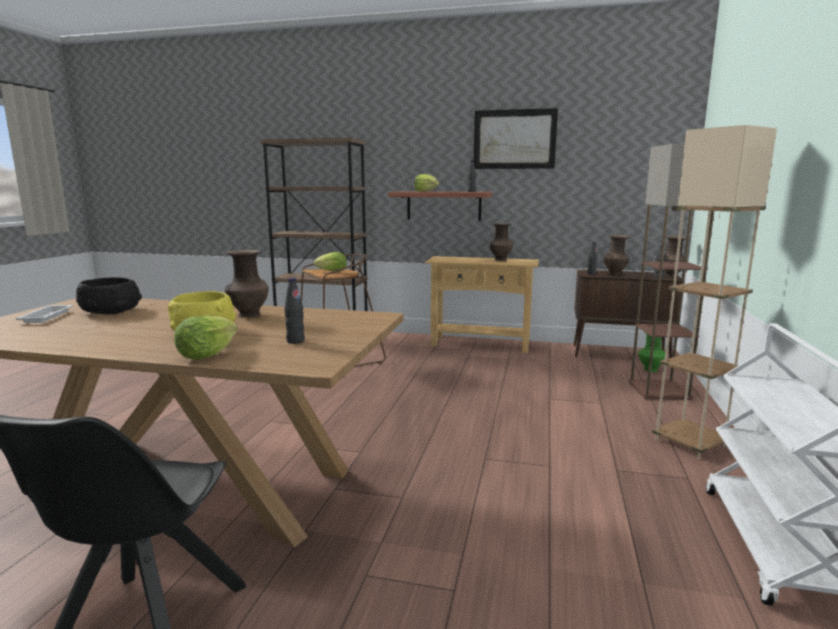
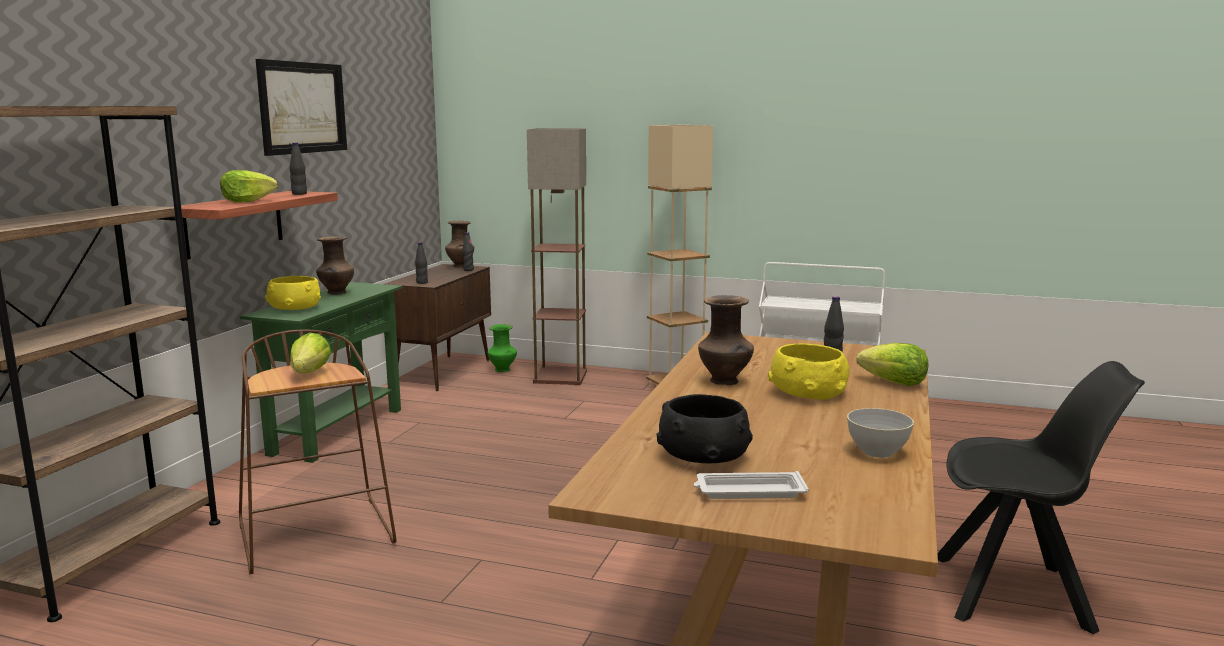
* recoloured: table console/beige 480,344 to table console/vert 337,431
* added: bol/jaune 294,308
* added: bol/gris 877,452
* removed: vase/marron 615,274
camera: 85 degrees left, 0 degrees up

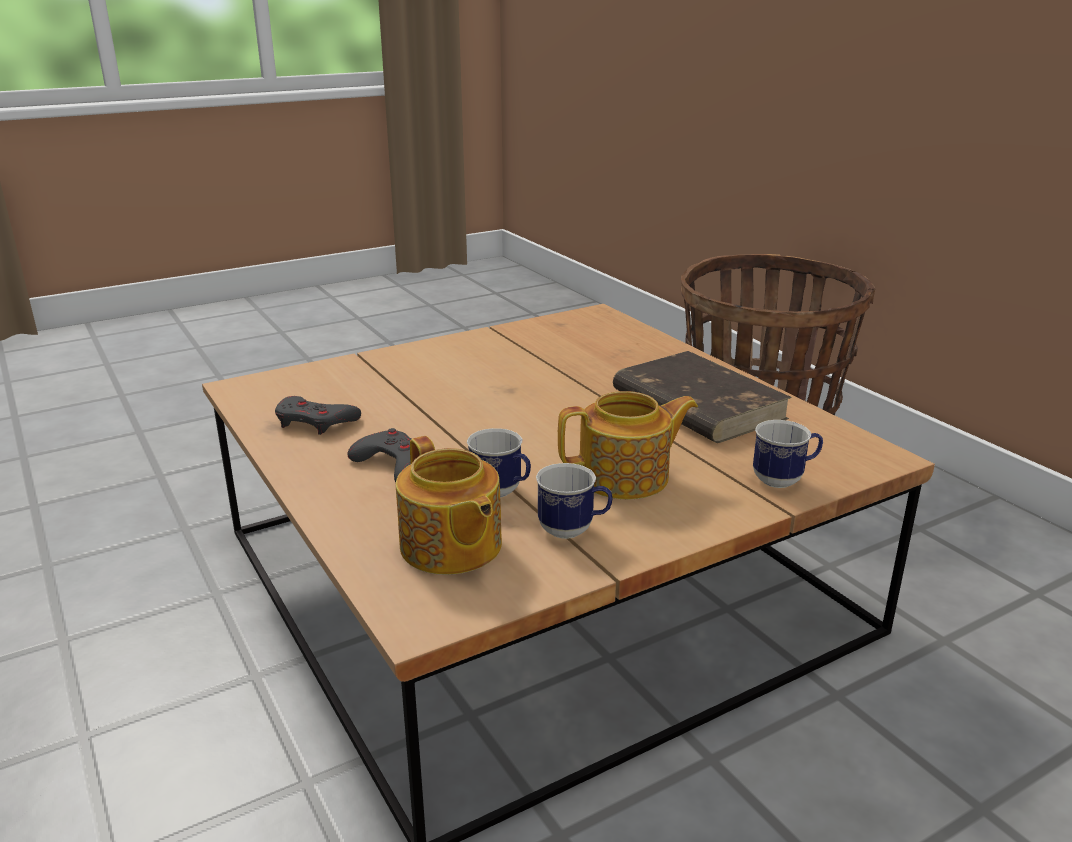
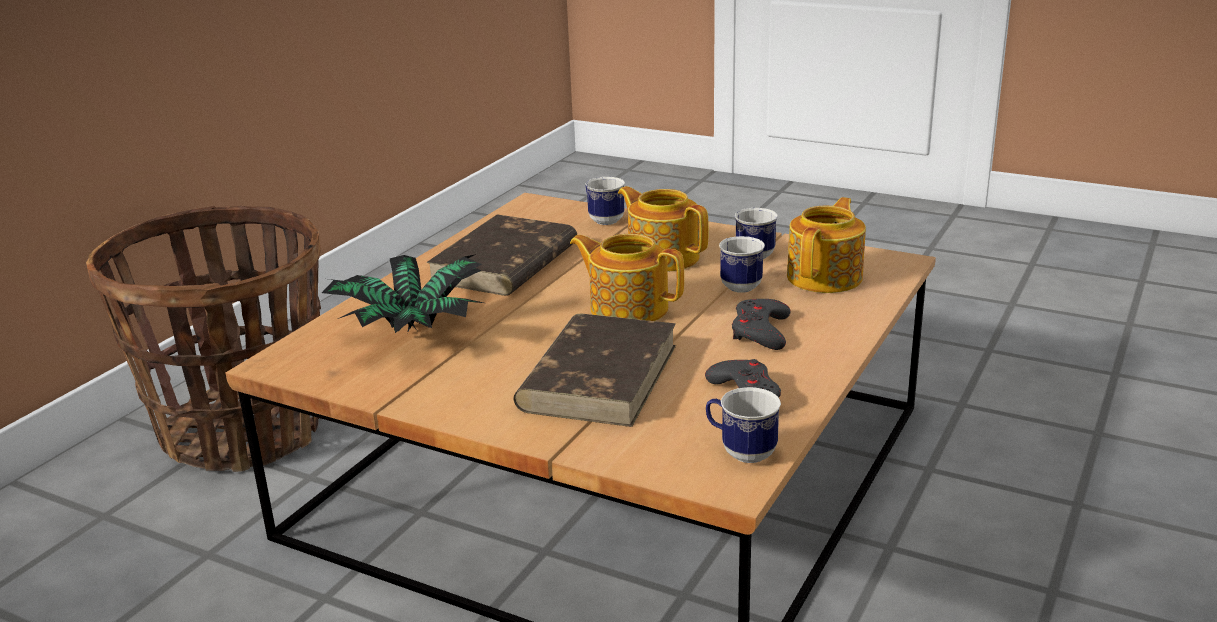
* added: plante en pot 411,333
* added: livre/marron 599,376
* added: théière 628,308
* added: mug 741,452
camera: 120 degrees left, 0 degrees up

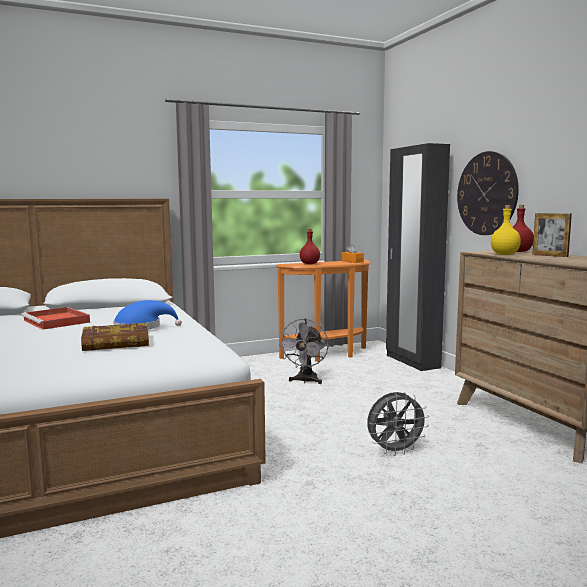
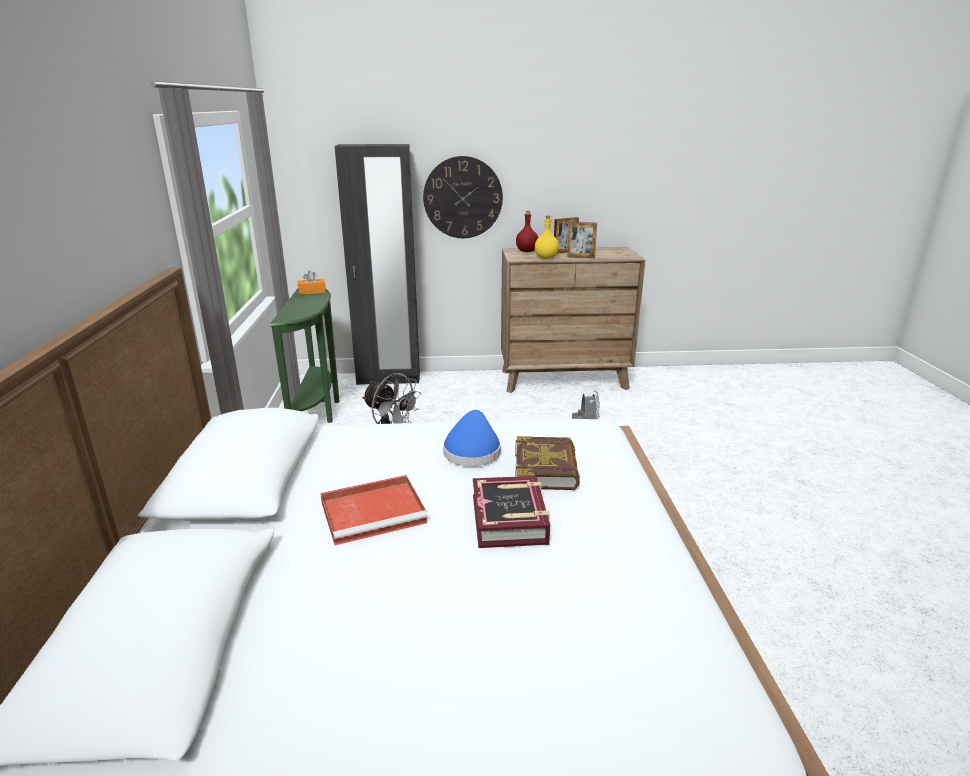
* recoloured: table console/orange 329,355 to table console/vert 318,411
* added: livre 510,519
* added: cadre photo 581,257
* removed: bouteille/rouge 309,264
camera: 70 degrees left, 15 degrees up

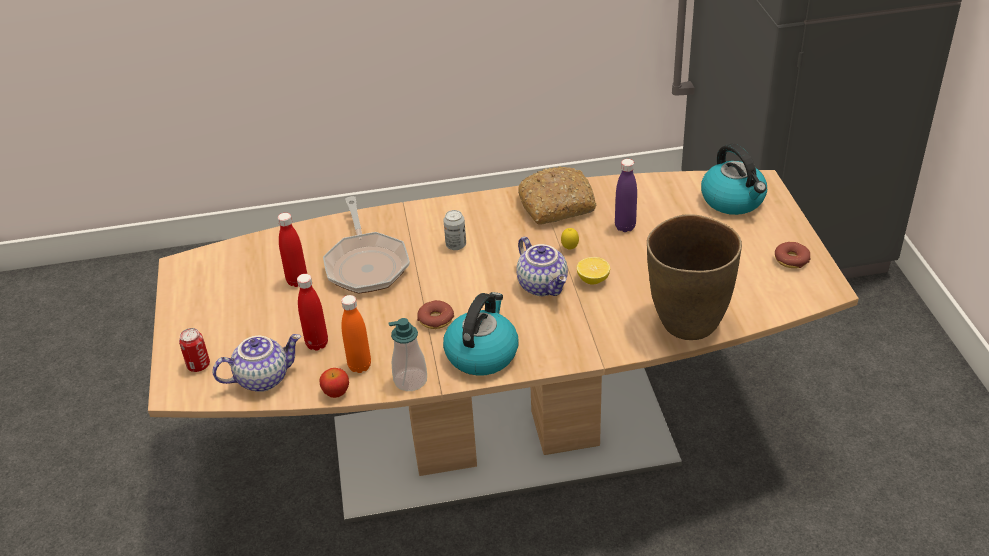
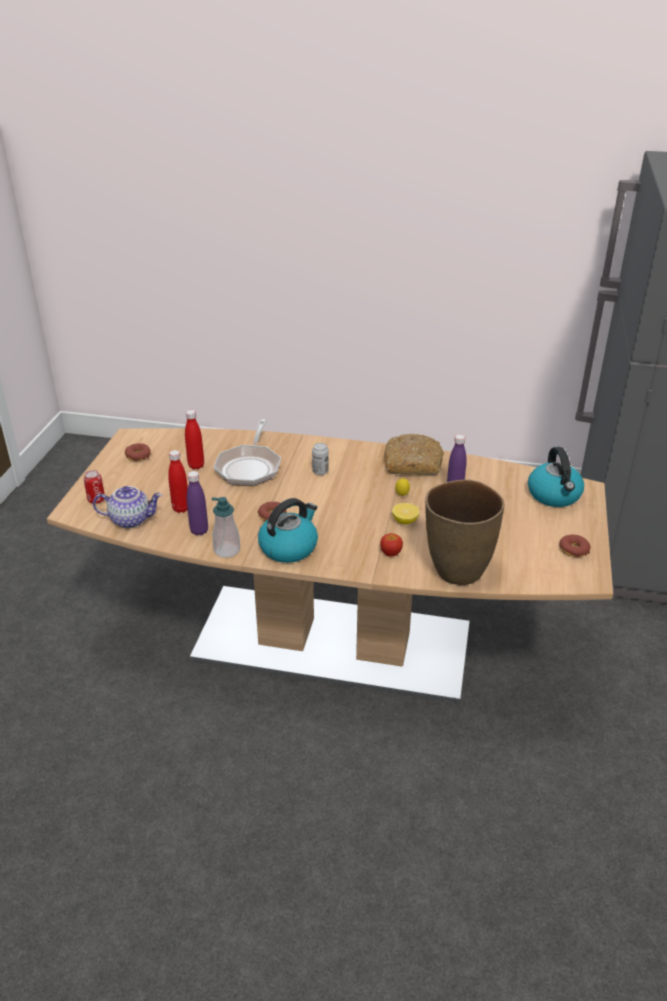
* added: beignet 138,456
* recoloured: bouteille/orange 360,366 to bouteille/violet 199,531
* moved: pomme 336,392 to 391,553
* removed: théière 543,285
camera: 20 degrees right, 5 degrees down

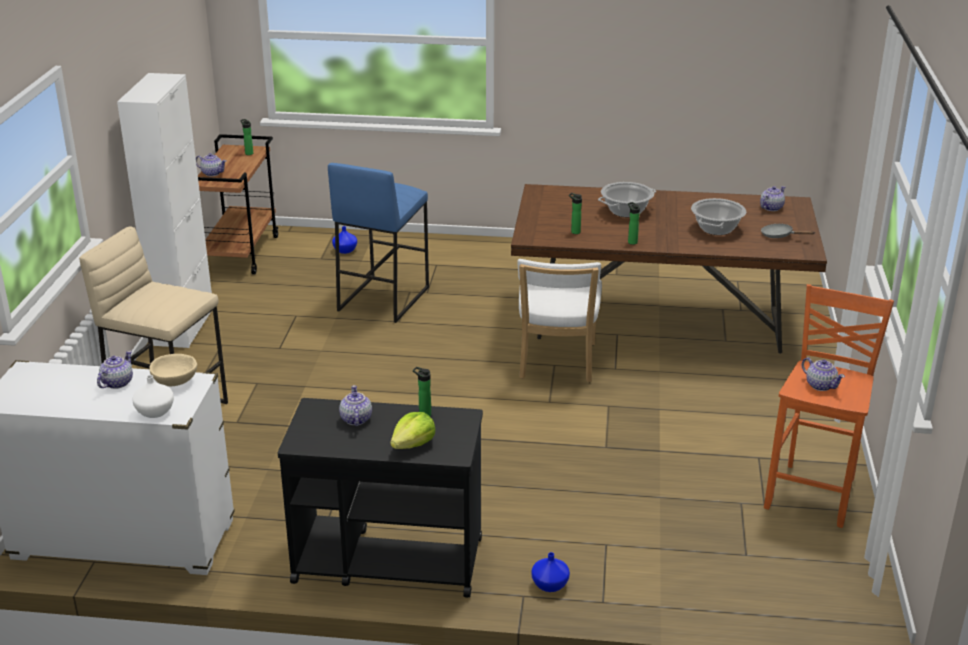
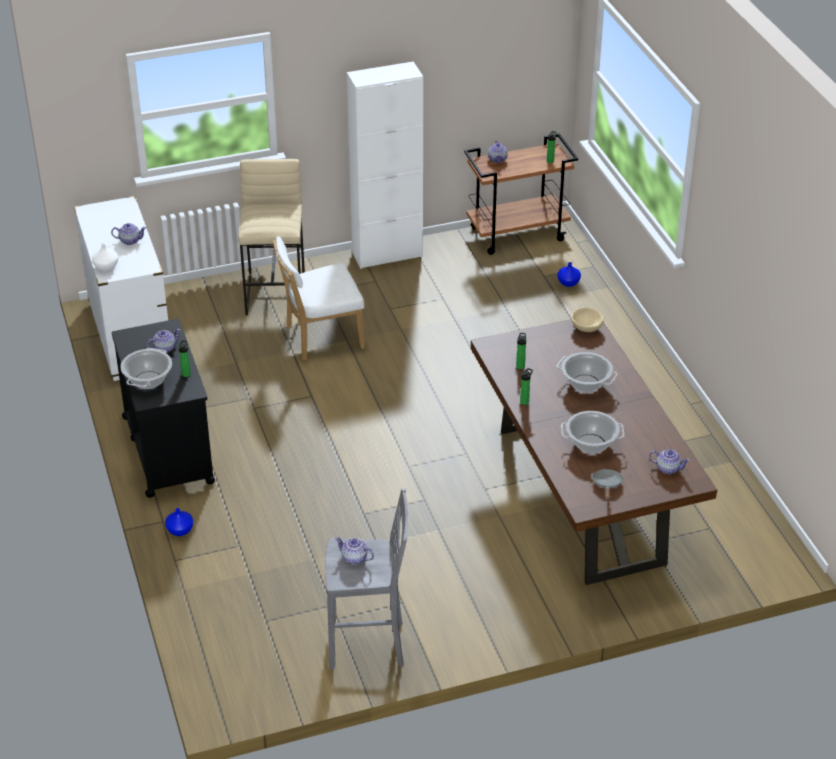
* replaced: laitue 413,444 to marmite 148,380
* moved: chaise/blanc 556,364 to 320,338
* recoloured: tabouret/orange 813,493 to tabouret/gris 368,644
* turned: théière 820,385 = 354,558 90 degrees clockwise
* moved: bol/beige 175,382 to 586,328
* removed: tabouret/bleu 382,298
camera: 65 degrees right, 10 degrees up

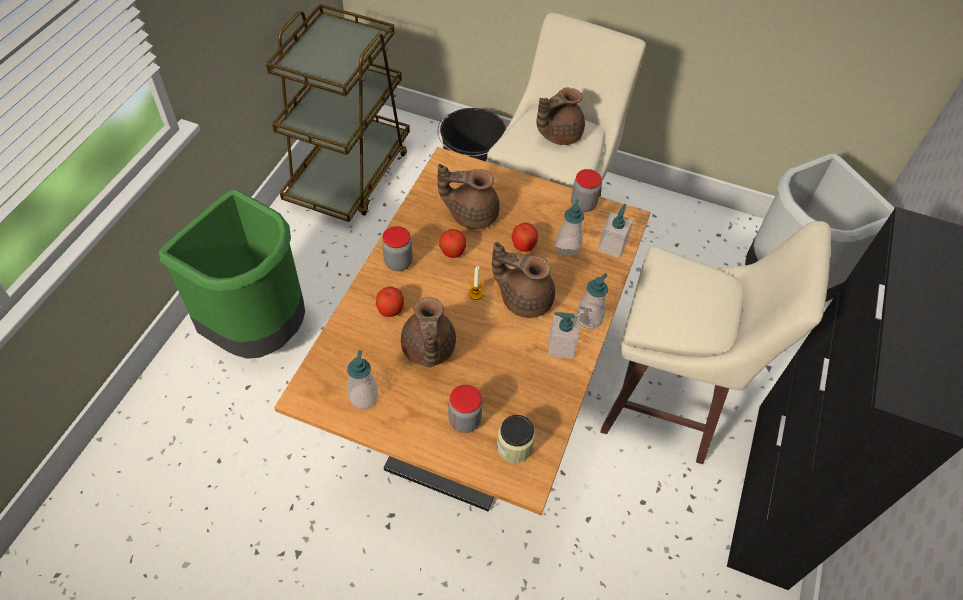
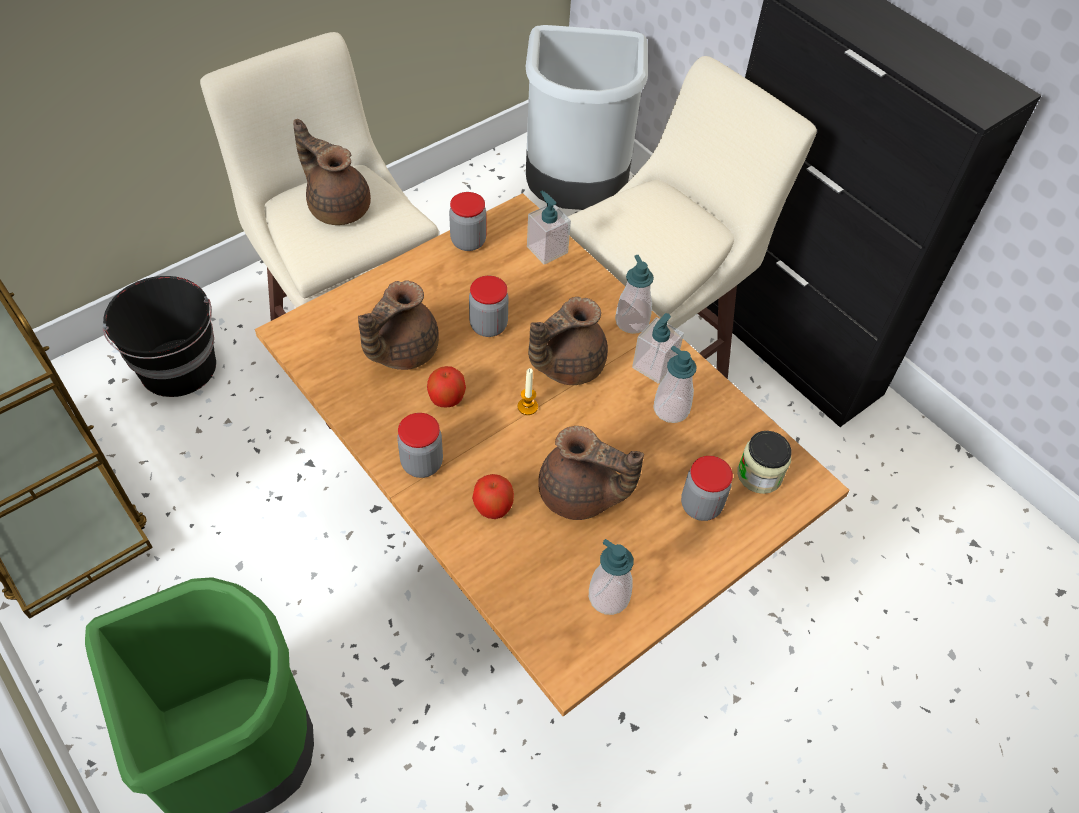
* turned: théière/marron 558,134 = 338,206 135 degrees clockwise
* replaced: pomme 523,246 to bocal 488,326
* moved: distributeur de savon 567,247 to 671,409
camera: 60 degrees left, 0 degrees up

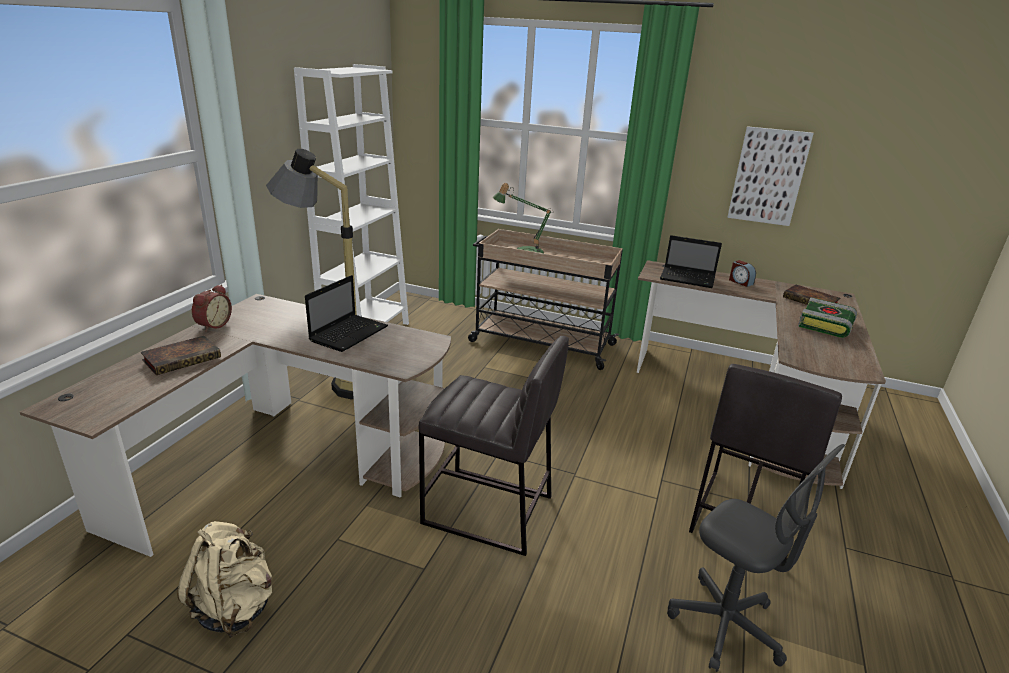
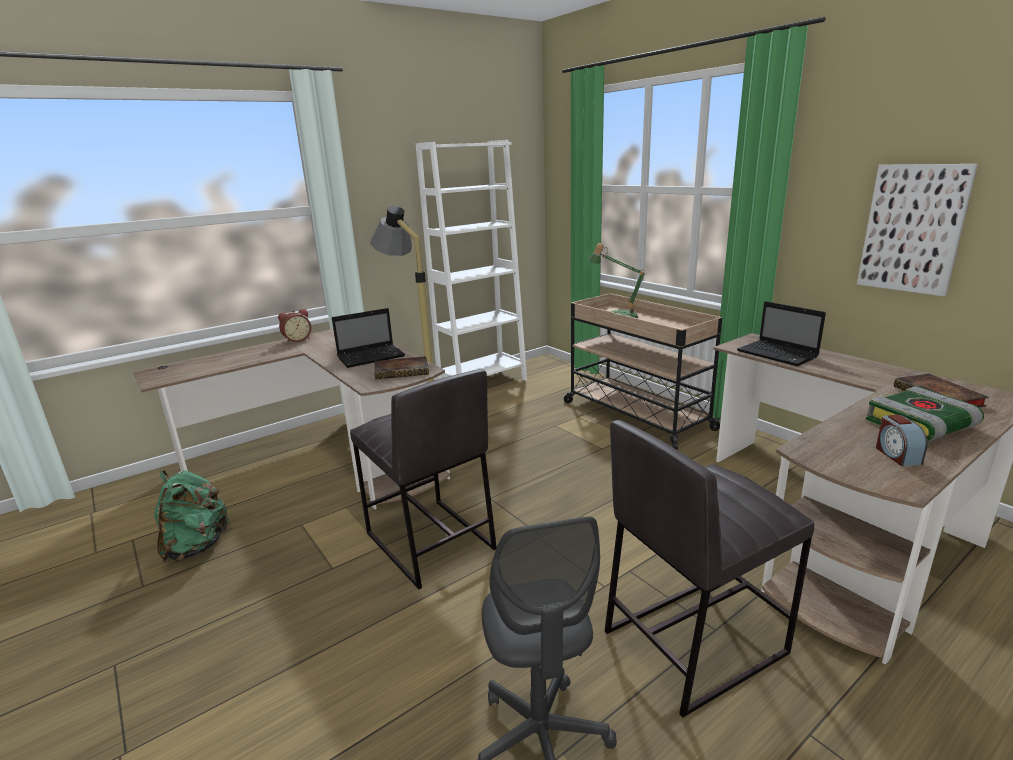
* recoloured: sac à dos/beige 235,607 to sac à dos/vert 196,546
* moved: livre 183,358 to 403,371
* moved: réveil 740,282 to 897,455
camera: 35 degrees right, 5 degrees down

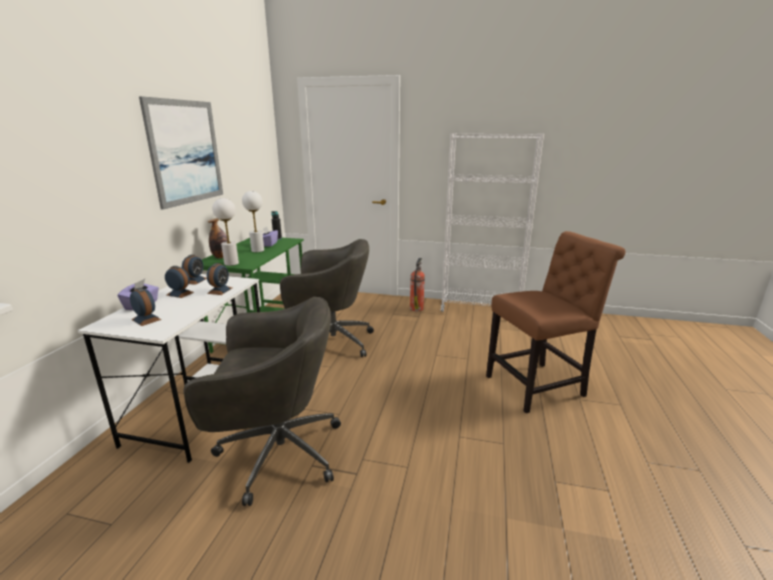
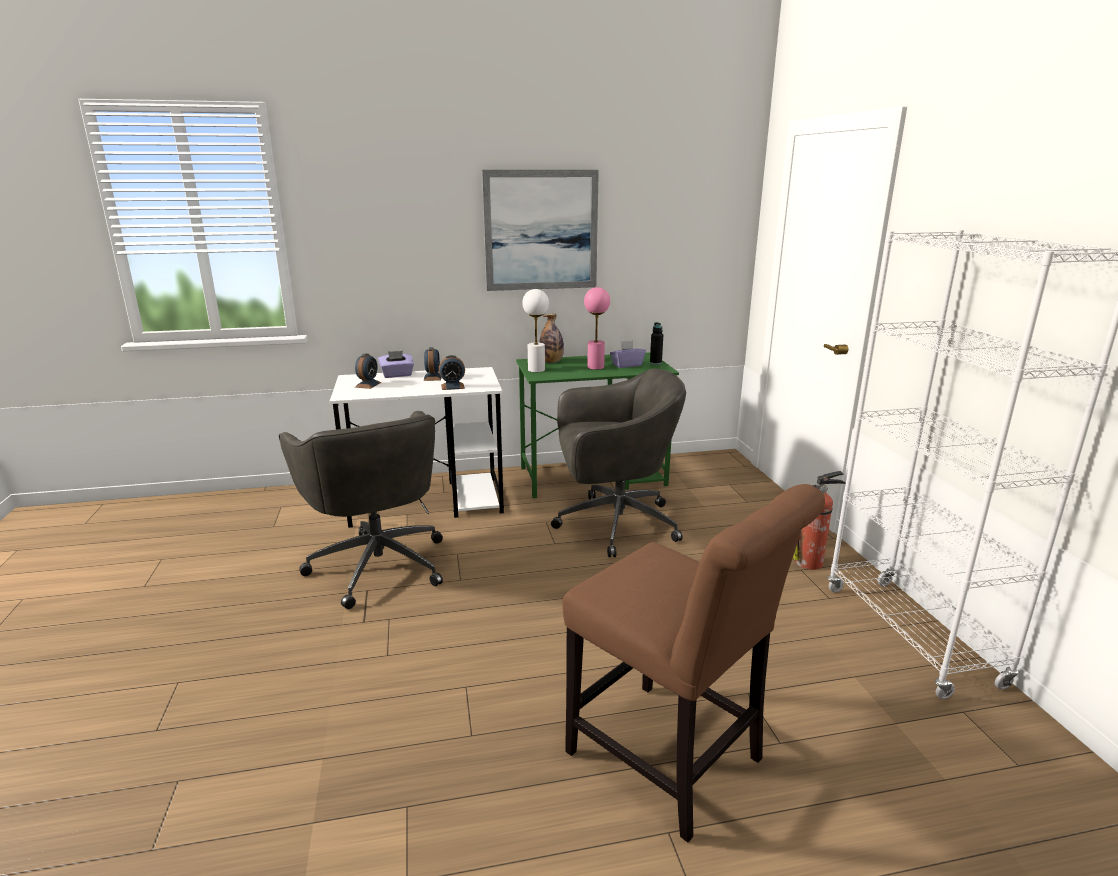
* turned: chaise de bureau/gris 330,342 = 613,524 75 degrees counterclockwise
* recoloured: lampe de table/blanc 257,250 to lampe de table/rose 595,367
* removed: réveil 195,280
camera: 65 degrees right, 0 degrees up

